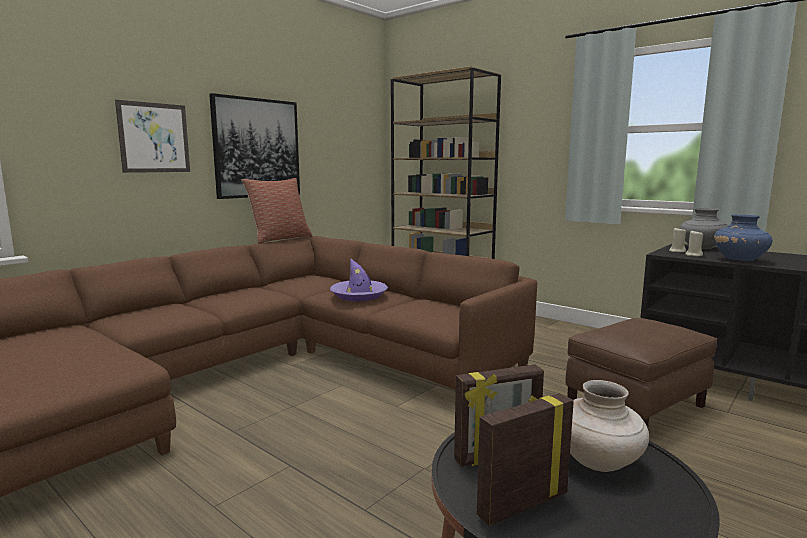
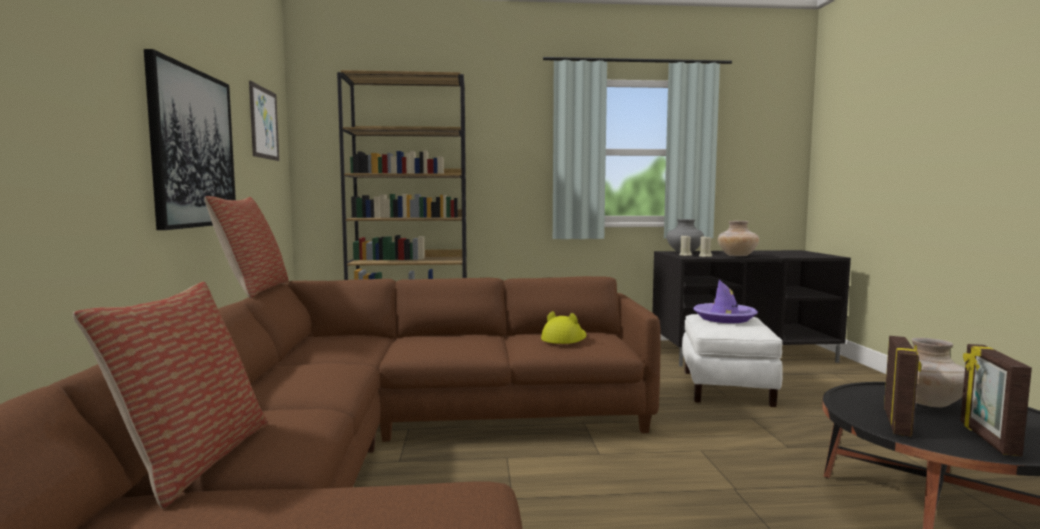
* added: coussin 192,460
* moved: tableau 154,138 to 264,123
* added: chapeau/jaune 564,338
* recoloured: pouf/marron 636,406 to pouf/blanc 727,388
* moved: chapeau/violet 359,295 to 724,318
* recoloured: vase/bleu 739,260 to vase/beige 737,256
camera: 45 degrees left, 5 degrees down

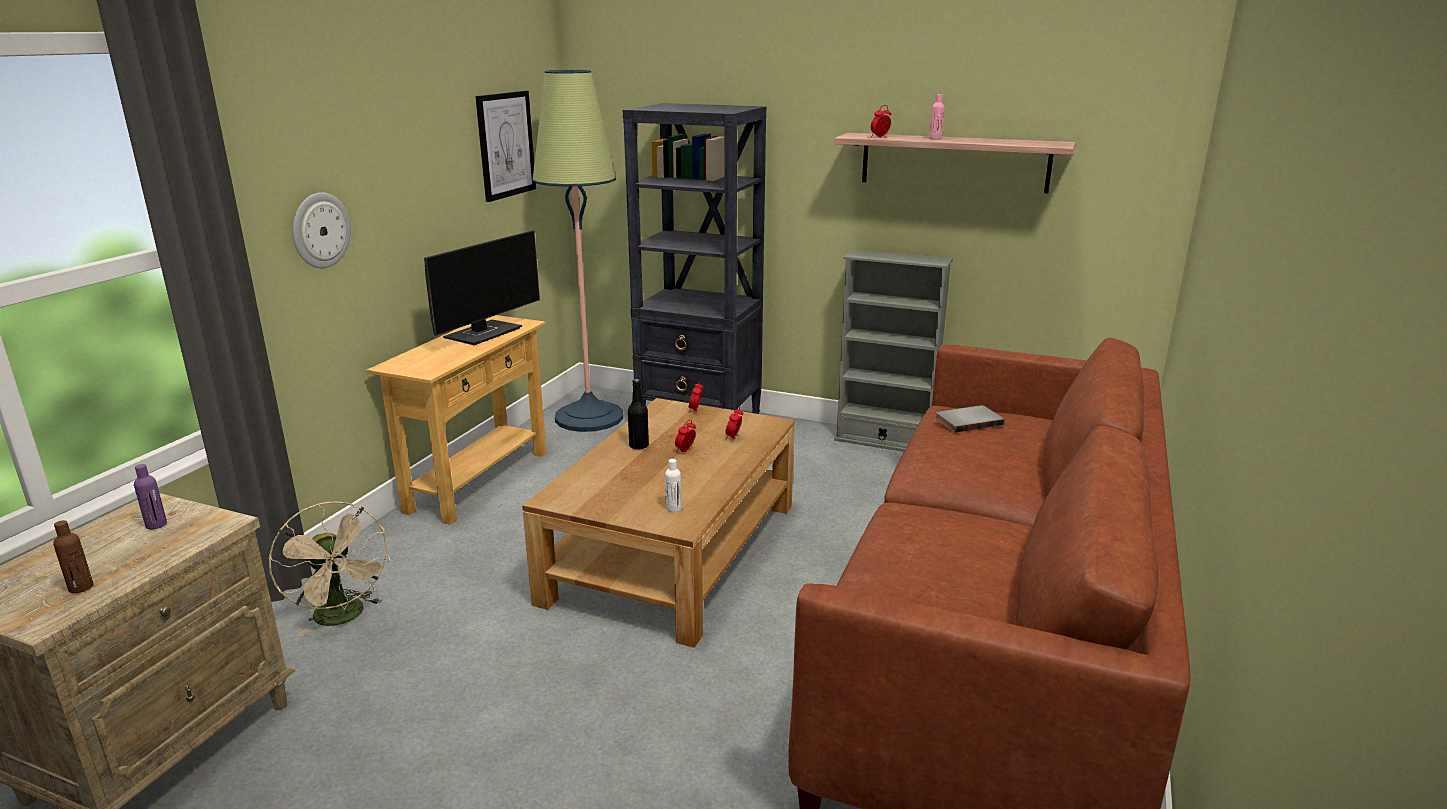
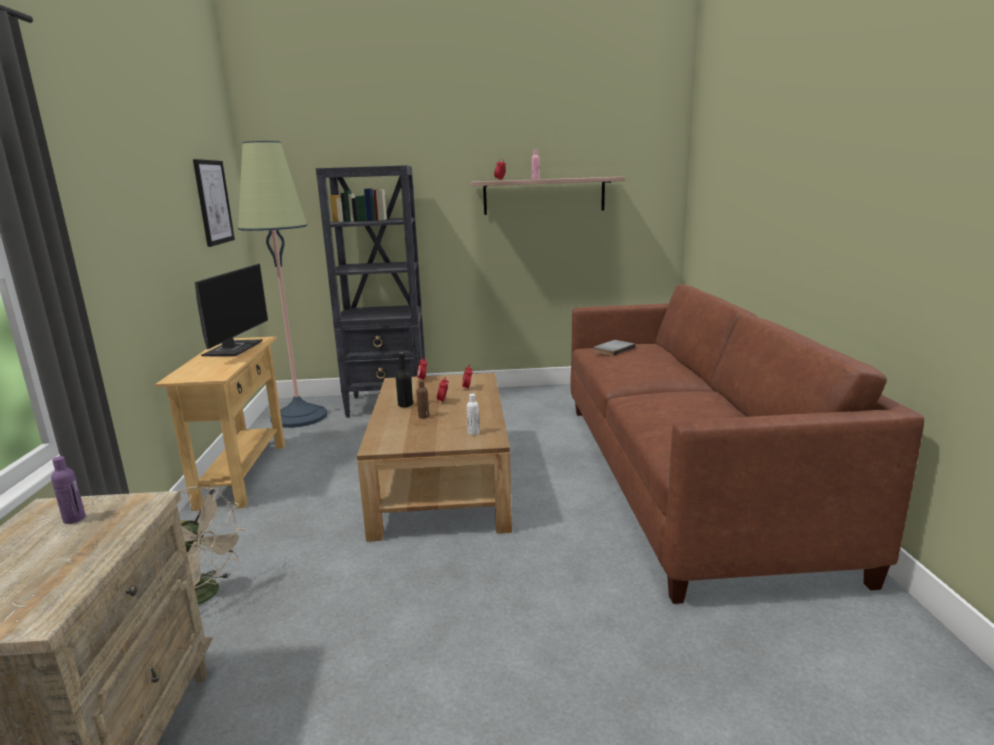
* moved: bouteille/marron 81,587 to 423,416
* removed: horloge murale 320,230
* removed: bibliothèque/gris 884,441
camera: 25 degrees left, 5 degrees down

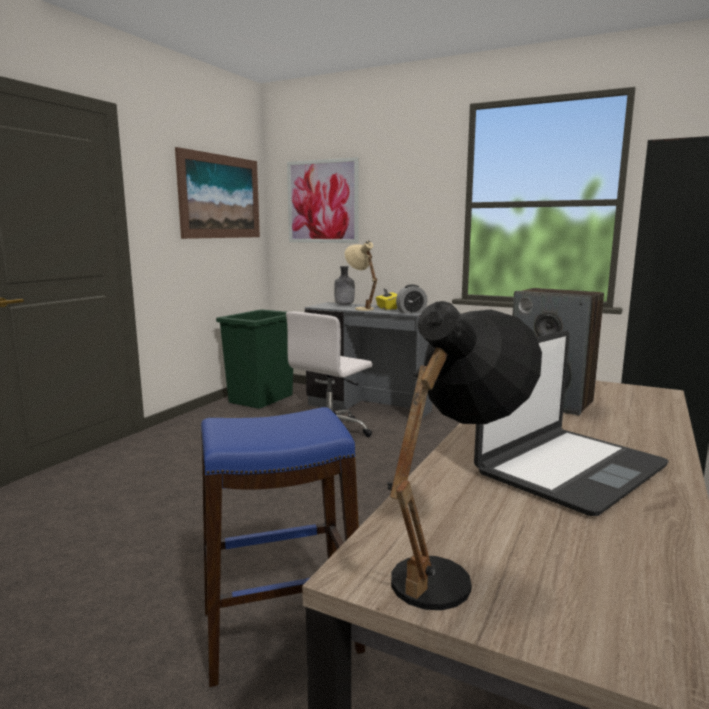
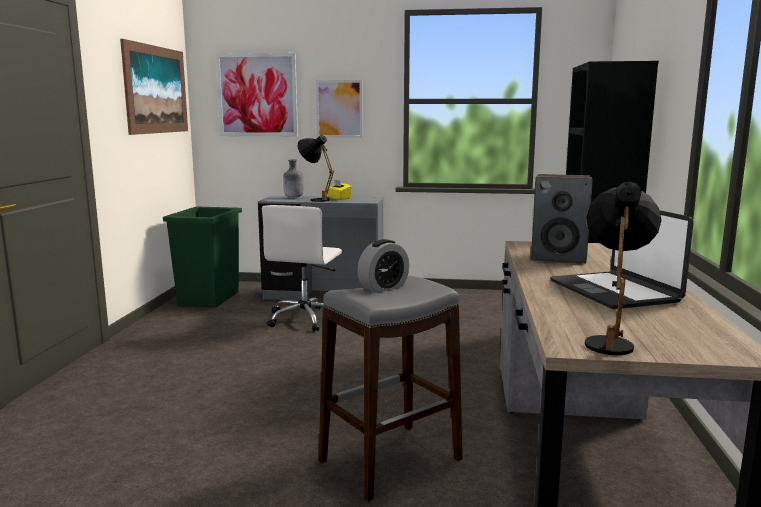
* recoloured: lampe de table/beige 361,308 to lampe de table/noir 315,199
* added: tableau 339,109
* recoloured: tabouret/bleu 281,630 to tabouret/gris 390,460
* moved: réveil 411,312 to 383,288
* turned: ordinateur portable 568,469 = 614,292 135 degrees clockwise
camera: 20 degrees left, 0 degrees up

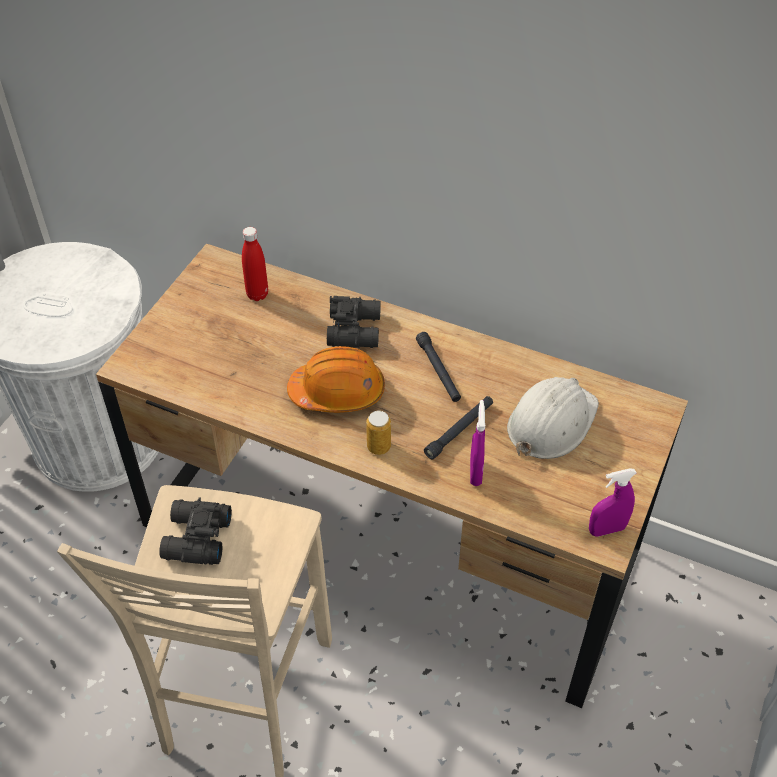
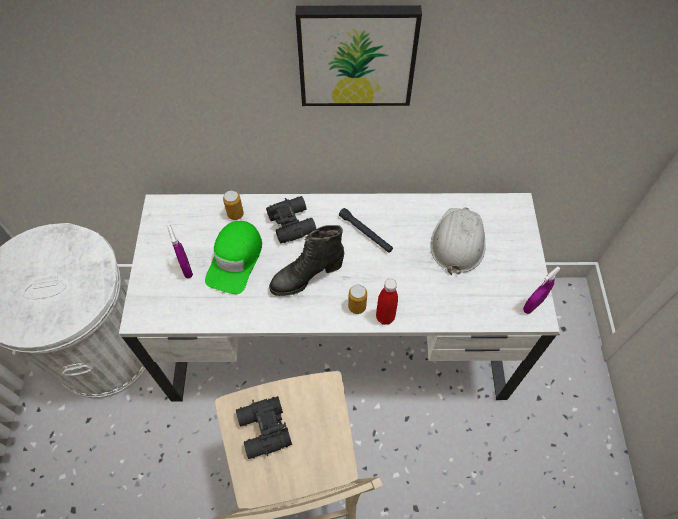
* recoloured: bureau/marron 388,538 to bureau/blanc 339,340
* moved: vaporisateur/violet 475,472 to 186,268
* added: casquette/vert 235,260
* added: boîte métallique 235,214
* replaced: casque de chantier/orange 338,392 to botte/noir 306,276
* added: tableau 356,55
* moved: bouteille/rouge 257,294 to 385,317
* removed: lampe de poche/noir 459,430
camera: 25 degrees left, 10 degrees up

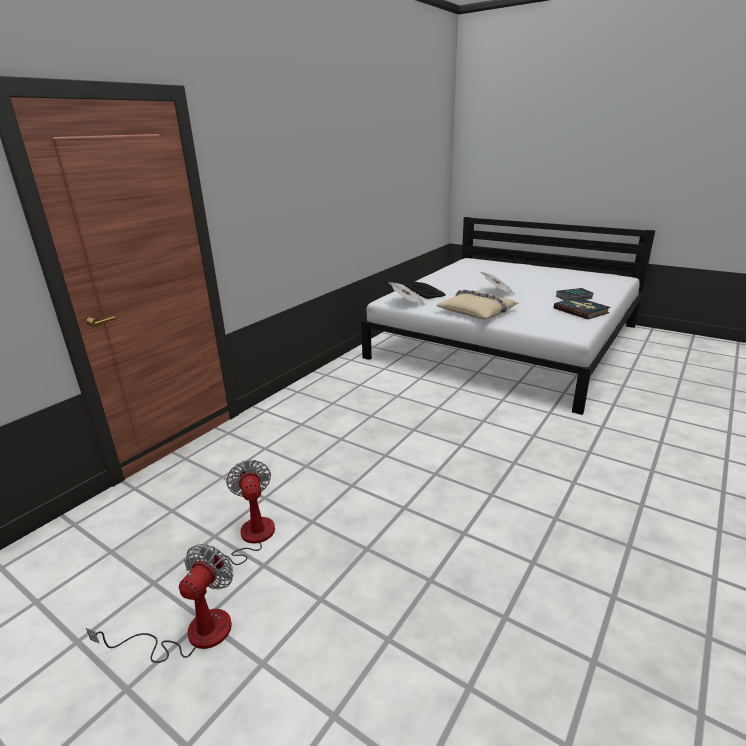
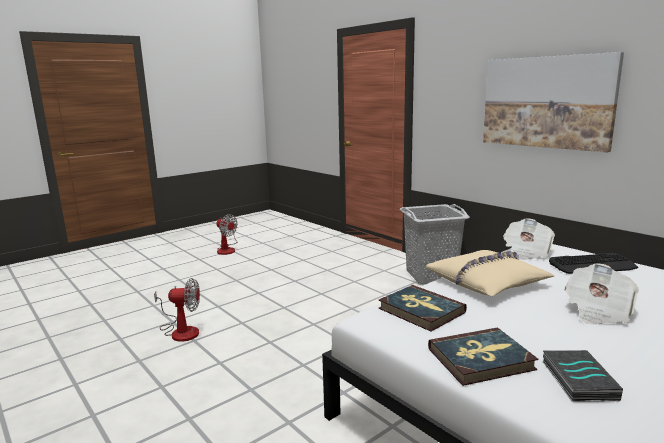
* moved: ventilateur 248,539 to 181,331
* added: livre 421,310
* added: panier à linge/gris 431,276
* added: tableau 546,102
camera: 105 degrees right, 10 degrees down

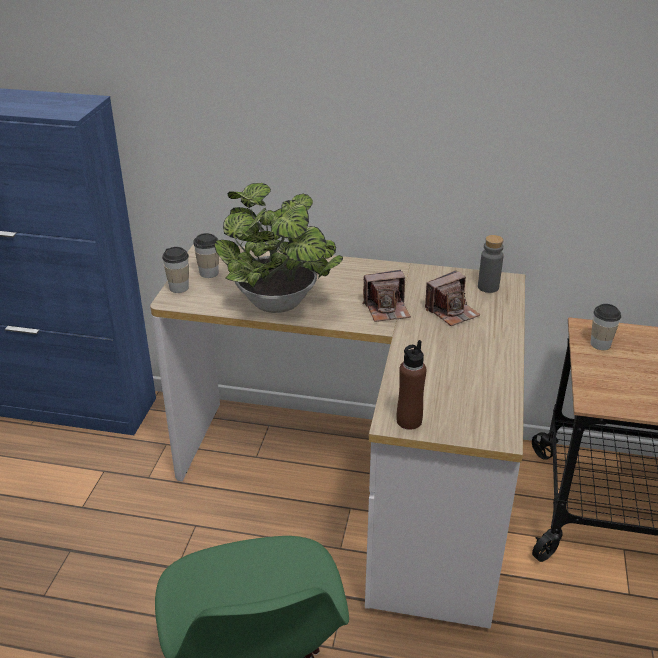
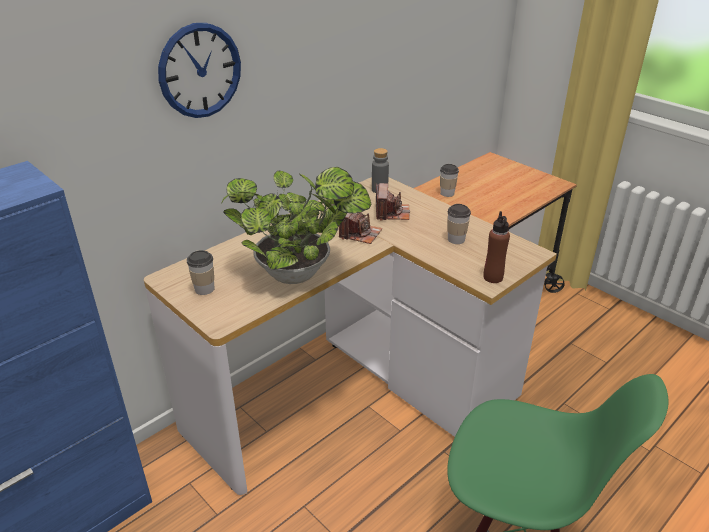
* added: horloge murale 200,71
* moved: tasse 179,287 to 456,239
camera: 55 degrees left, 0 degrees up

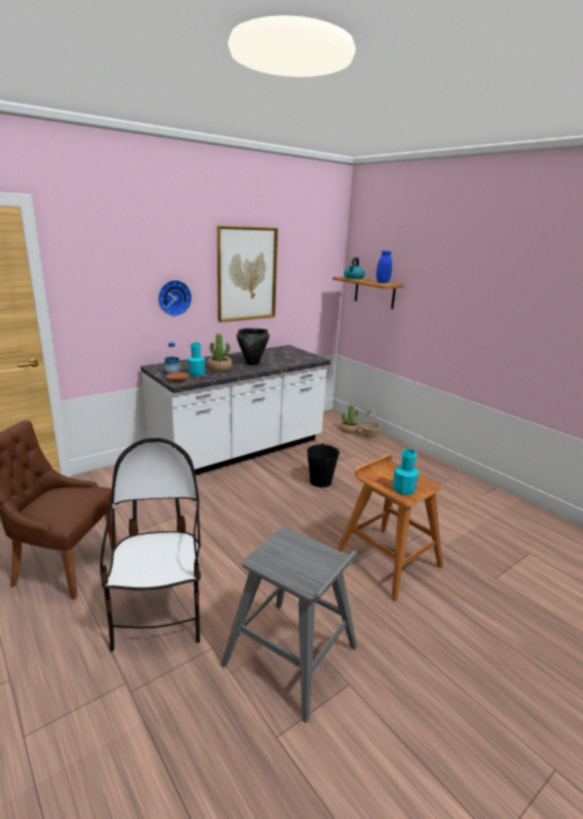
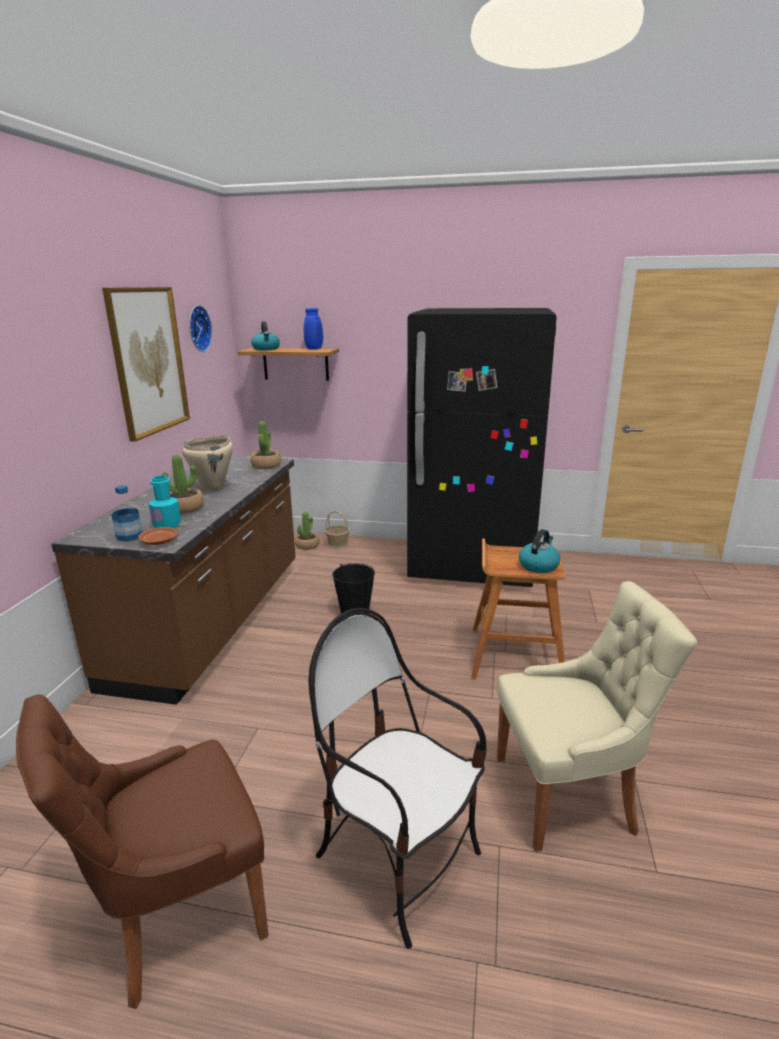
* recoloured: comptoir de cuisine/blanc 240,450 to comptoir de cuisine/marron 213,621
* recoloured: marmite/noir 252,363 to marmite/beige 213,489
* moved: horloge murale 173,297 to 197,328
* added: plante en pot 266,465
* added: réfrigérateur/noir 472,566
* replaced: tabouret/gris 292,656 to chaise/beige 569,794
* replaced: bouteille/turquoise 403,489 to bouilloire 538,565
camera: 40 degrees left, 0 degrees up

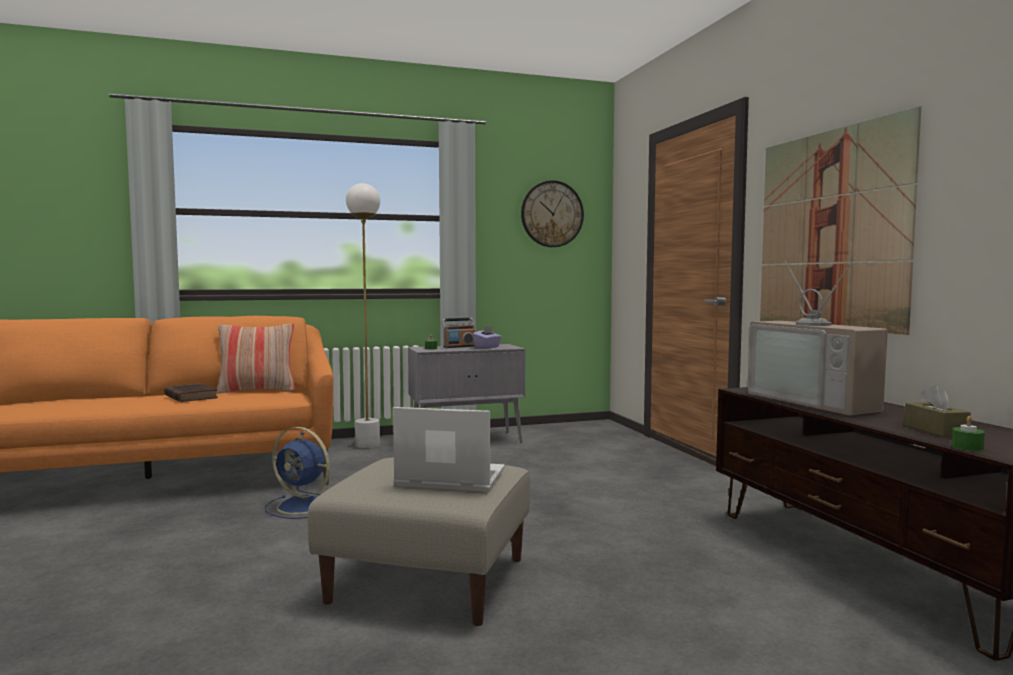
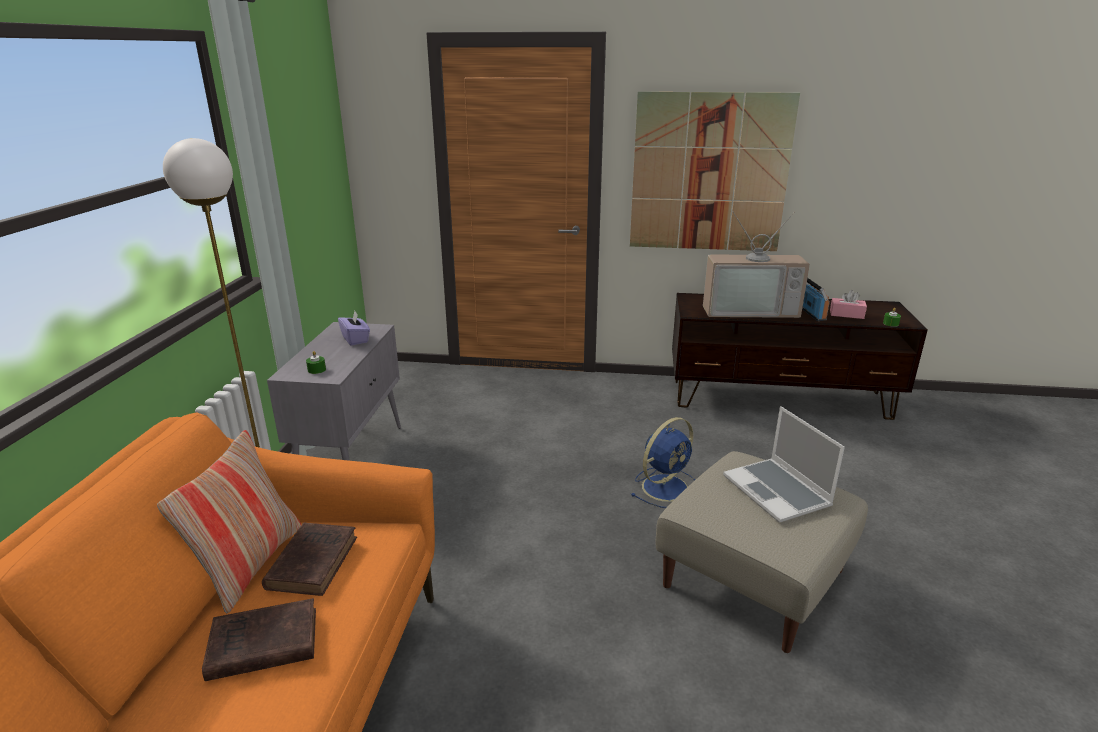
* added: livre/marron 314,561
* moved: ventilateur/bleu 303,506 to 666,487
* turned: ordinateur portable 449,479 = 778,492 60 degrees counterclockwise
* moved: radio 459,347 to 812,314
* recoloured: boîte à mouchoirs/marron 935,430 to boîte à mouchoirs/rose 846,314
* removed: horloge murale 552,214
camera: 65 degrees left, 20 degrees up

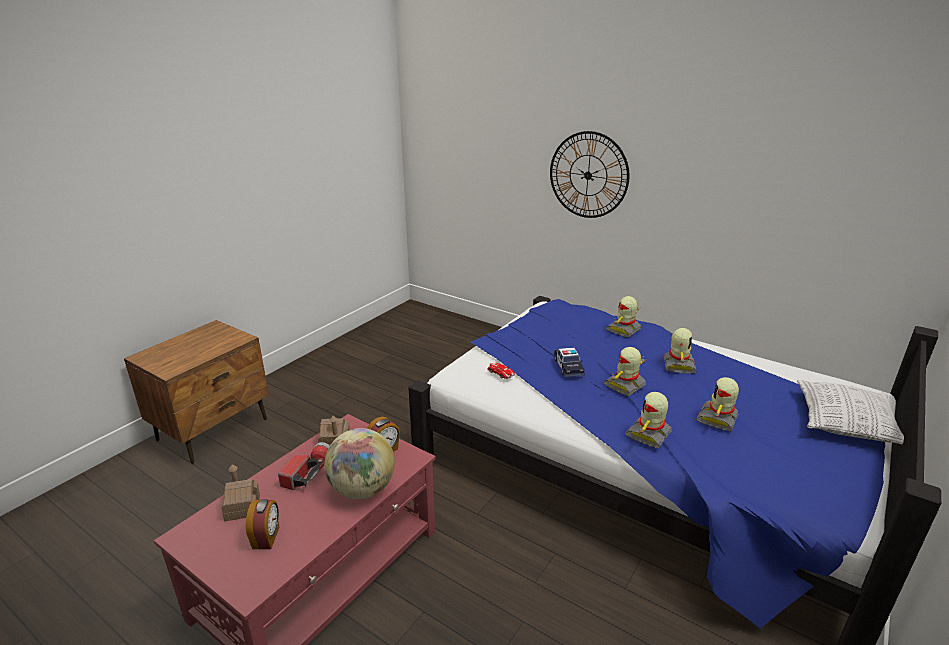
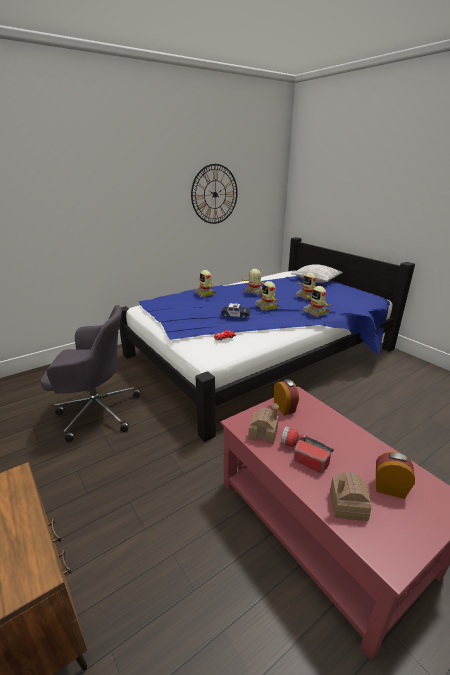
* added: chaise de bureau/gris 96,411
* moved: horloge murale 588,175 to 215,194
* removed: globe 362,489
camera: 70 degrees left, 0 degrees up

